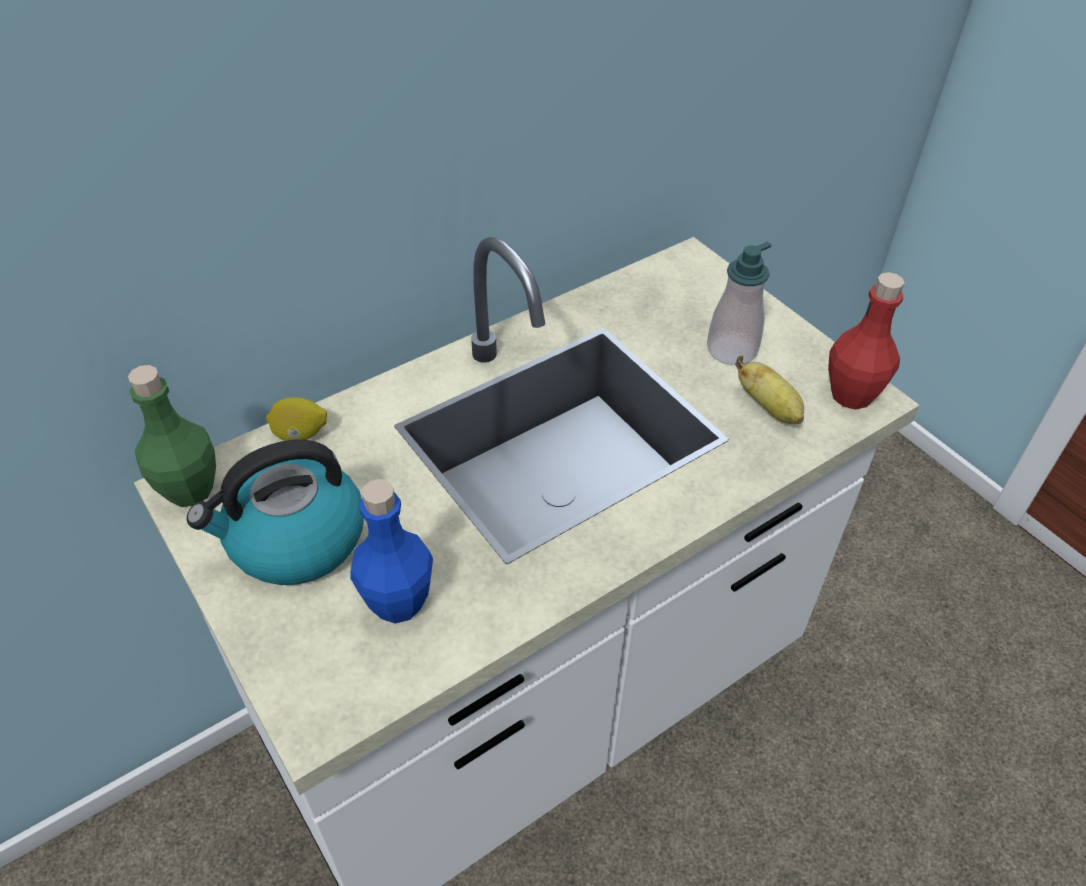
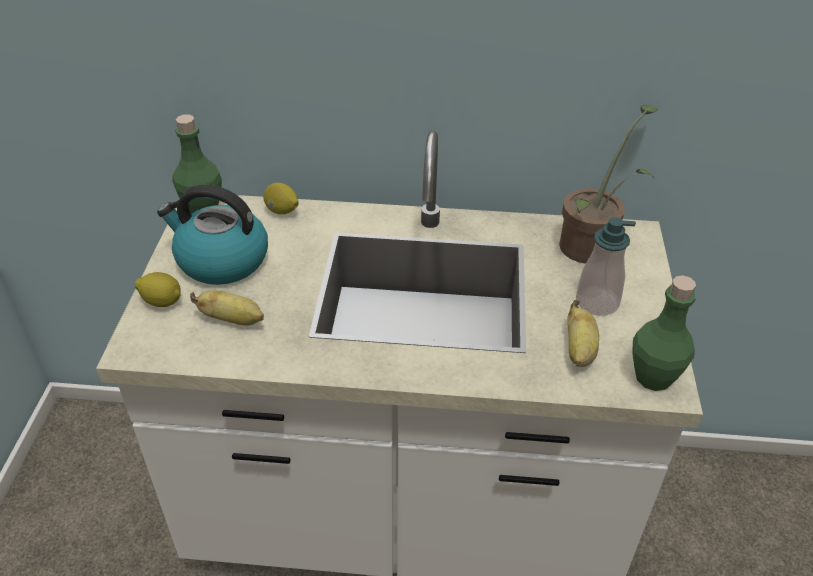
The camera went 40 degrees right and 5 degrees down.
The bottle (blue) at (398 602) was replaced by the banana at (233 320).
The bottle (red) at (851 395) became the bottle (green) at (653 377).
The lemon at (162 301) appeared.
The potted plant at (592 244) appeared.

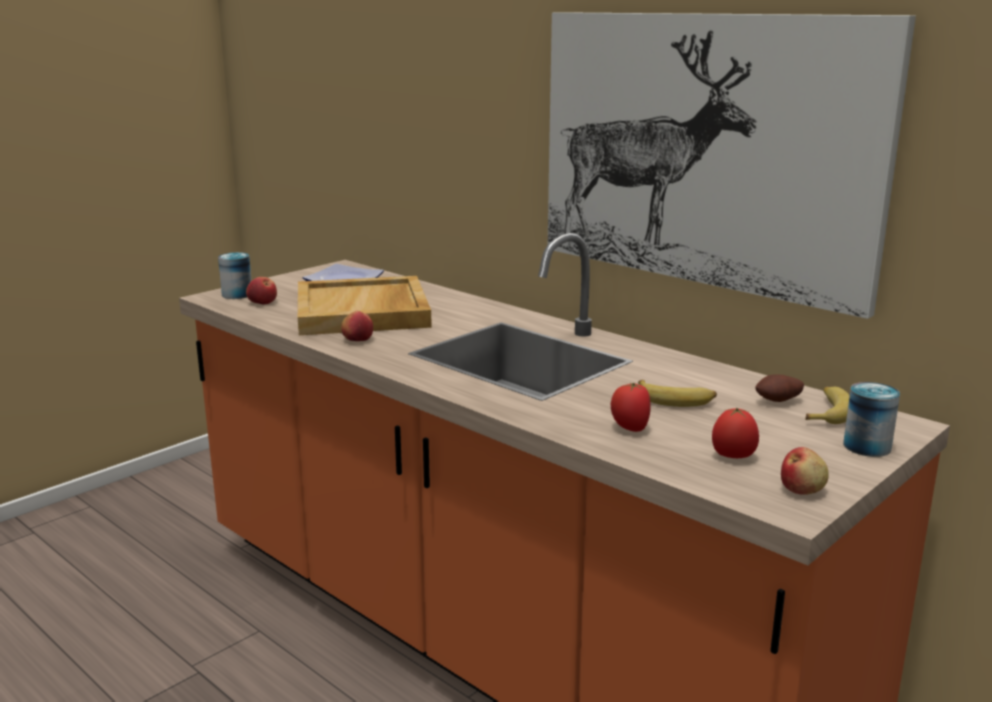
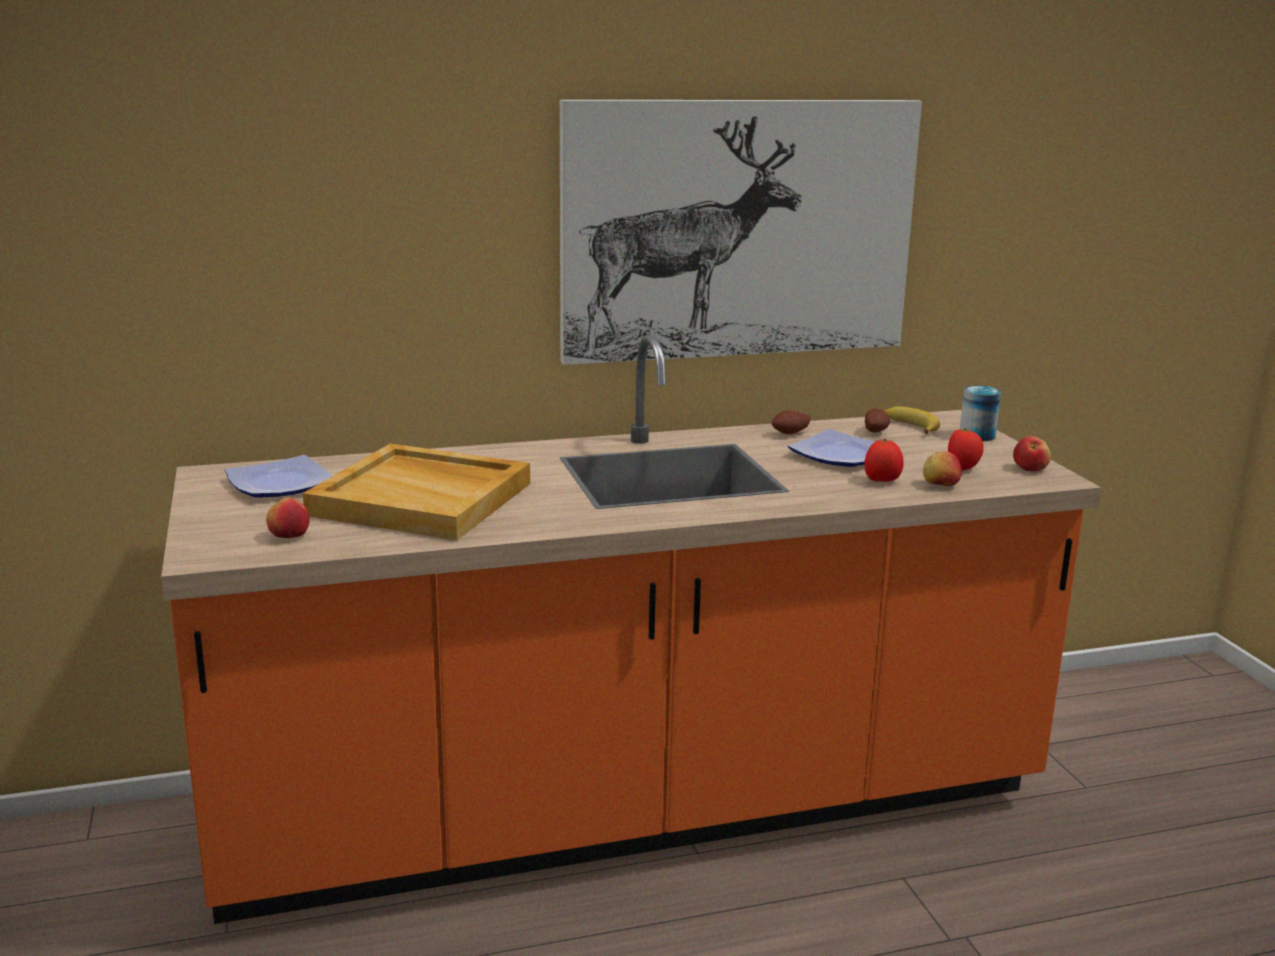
The camera went 60 degrees left and 0 degrees up.
The can at (237 294) disappeared.
The apple moved from (357 340) to (940 485).
The banana at (676 400) was replaced by the plate at (839 455).
The potato at (791 434) appeared.

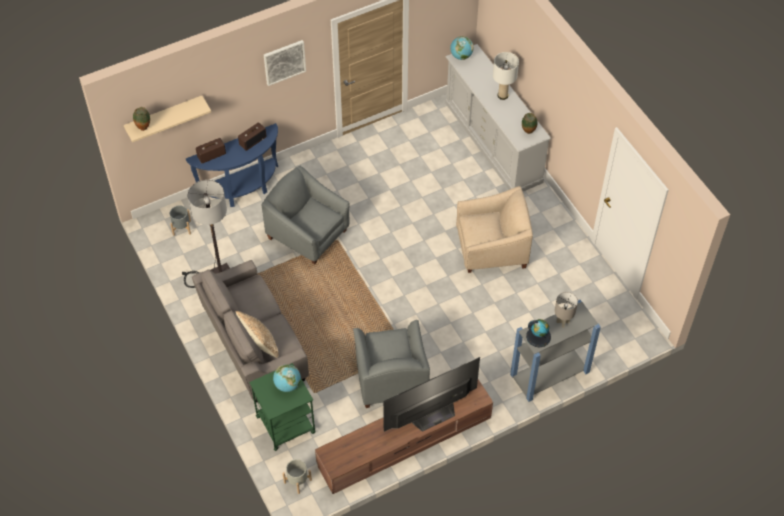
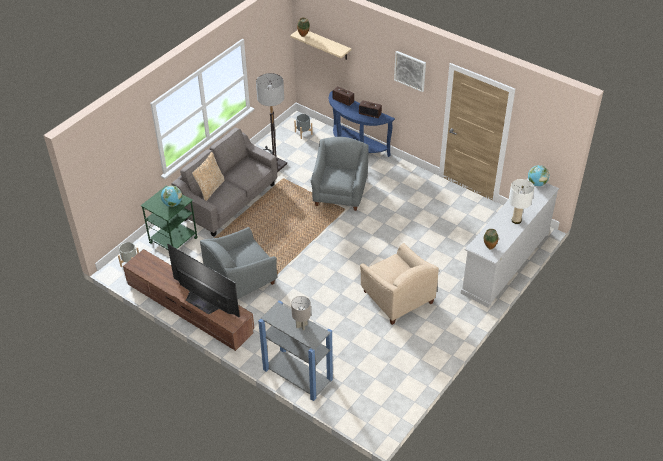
The camera went 65 degrees right and 10 degrees down.
The globe at (538 336) disappeared.

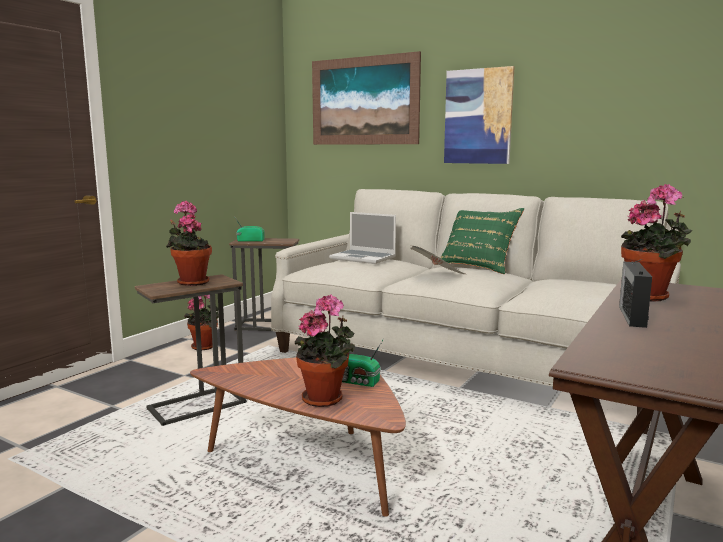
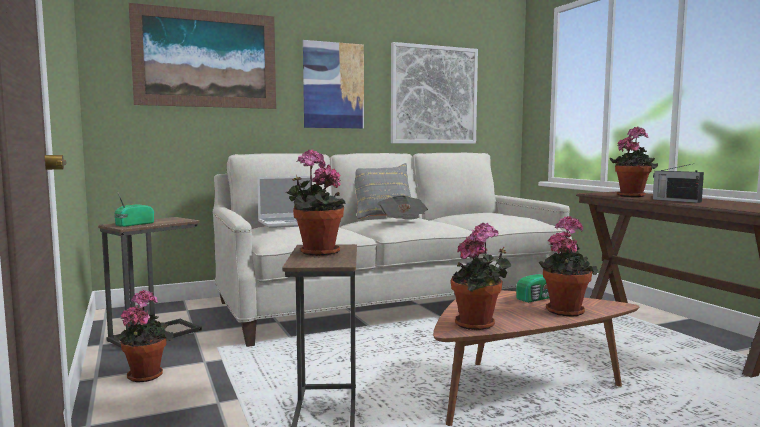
The camera went 55 degrees left and 5 degrees down.
The pillow (green) at (478 266) became the pillow (grey) at (383 216).
The picture at (434 95) appeared.
The potted plant at (478 325) appeared.

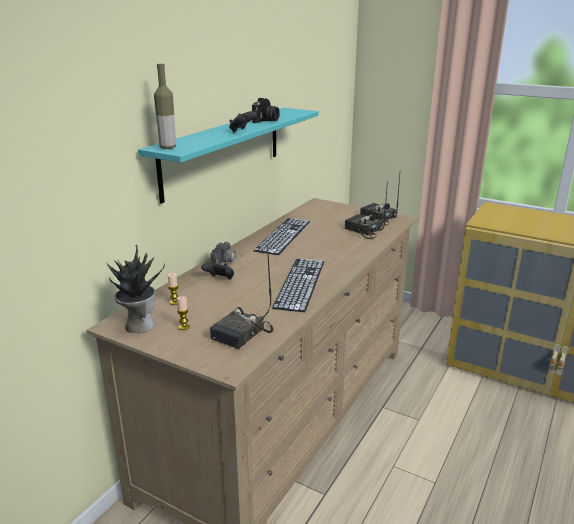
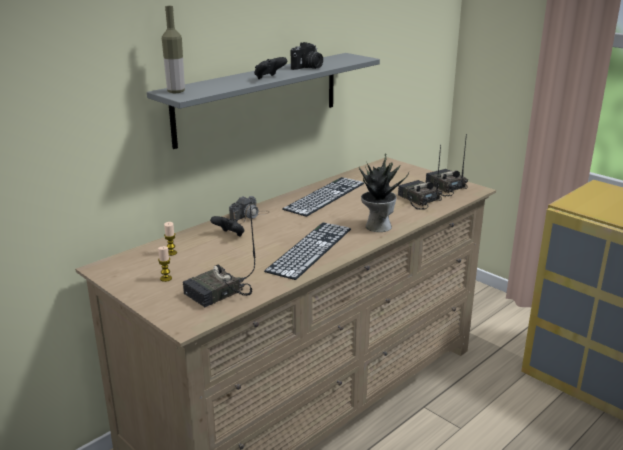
The camera went 15 degrees right and 0 degrees up.
The potted plant moved from (138 325) to (377 226).
The shelf (turquoise) at (223 151) became the shelf (grey) at (259 98).

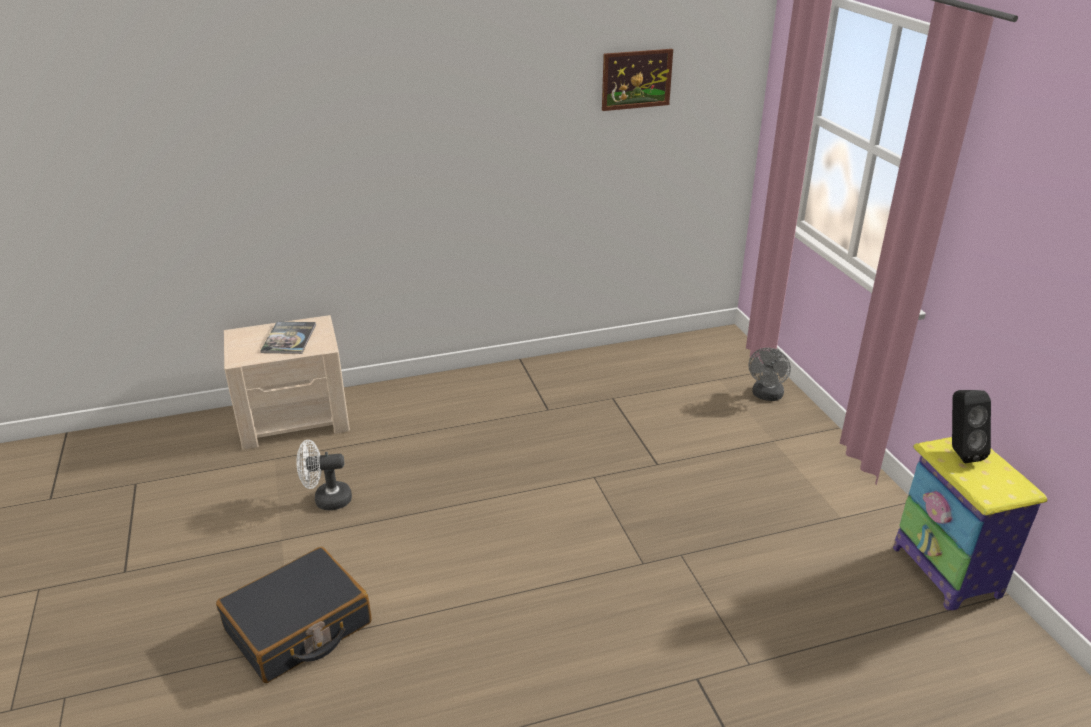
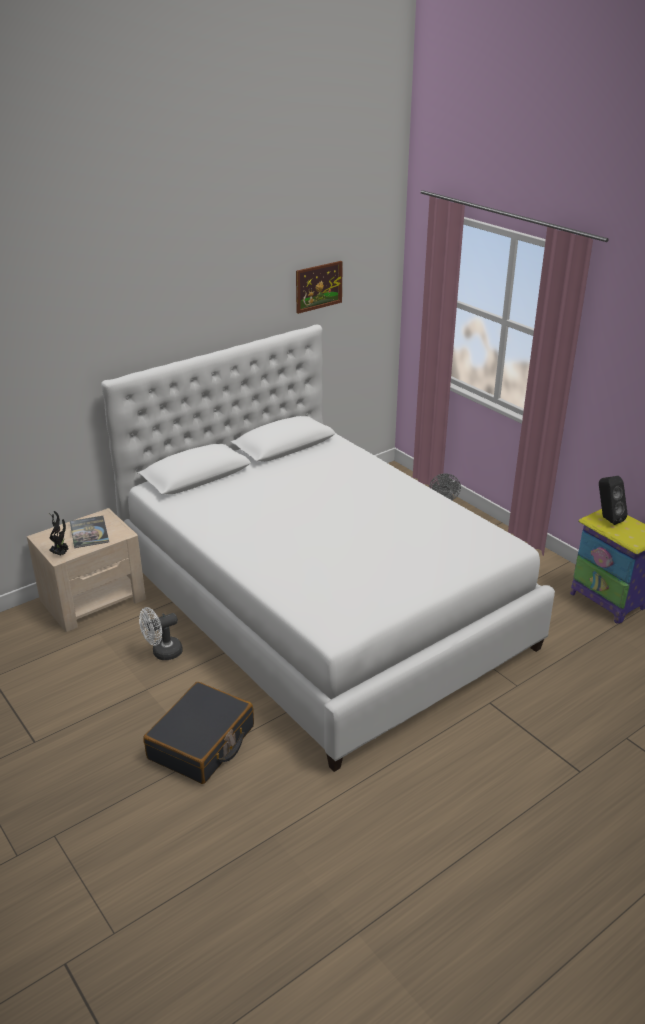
The camera went 20 degrees left and 0 degrees up.
The potted plant at (61 554) appeared.
The bed (white) at (322 605) appeared.

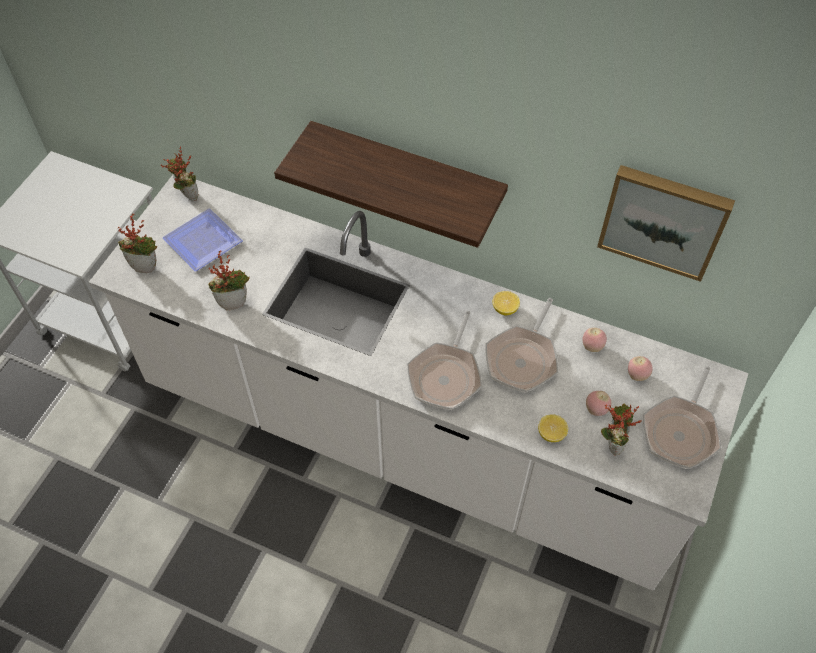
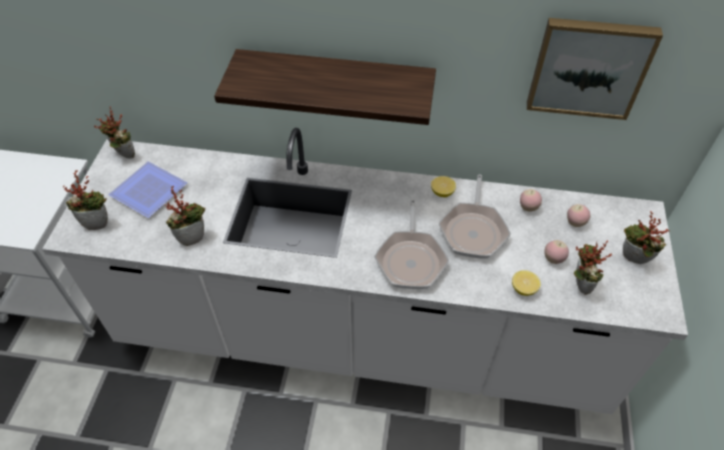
The camera went 15 degrees left and 5 degrees down.
The frying pan at (681 431) was replaced by the potted plant at (631 260).

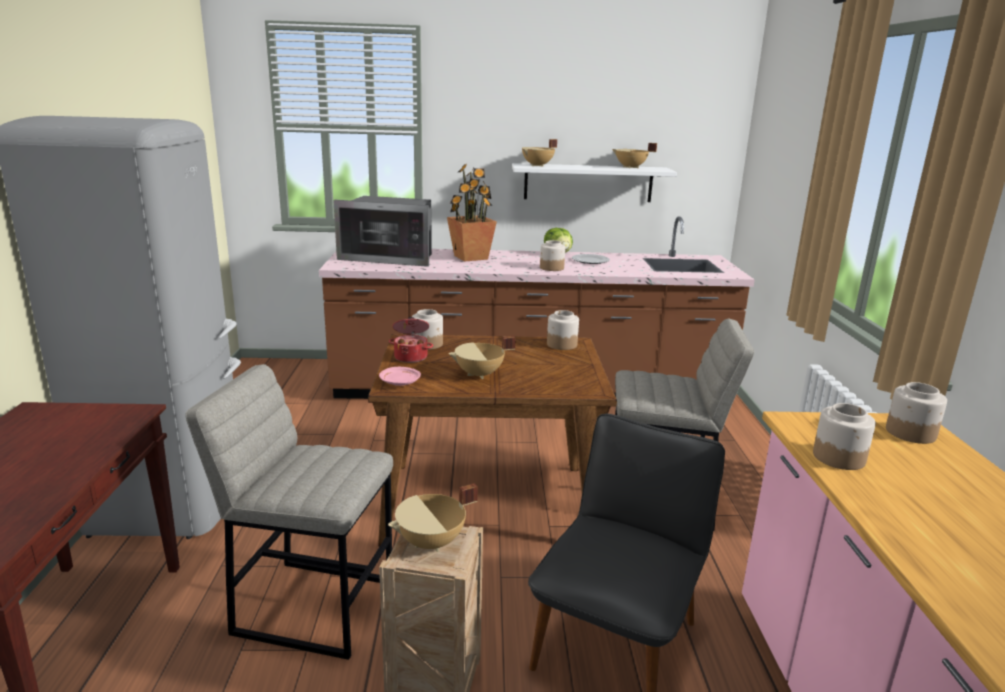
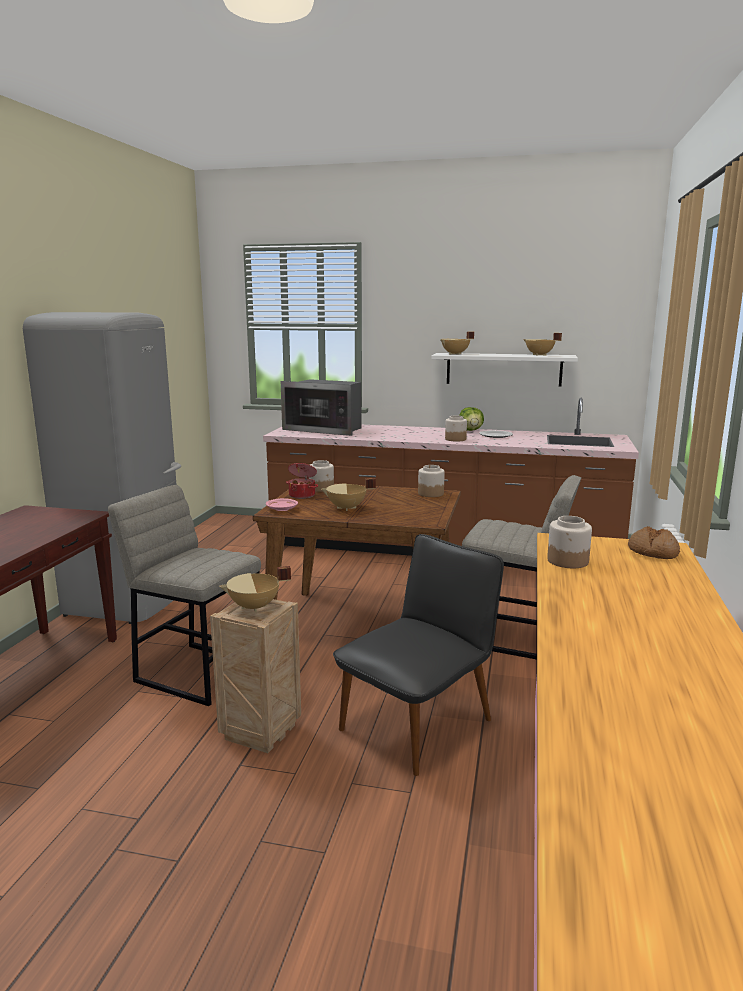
The camera went 15 degrees right and 5 degrees down.
The potted plant at (471 257) disappeared.
The jar at (910 433) was replaced by the bread at (652 552).

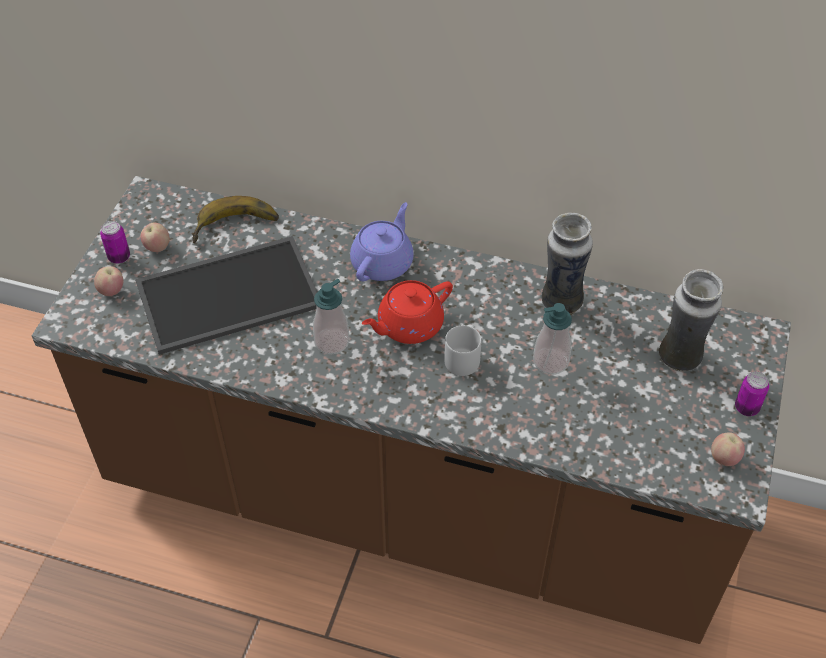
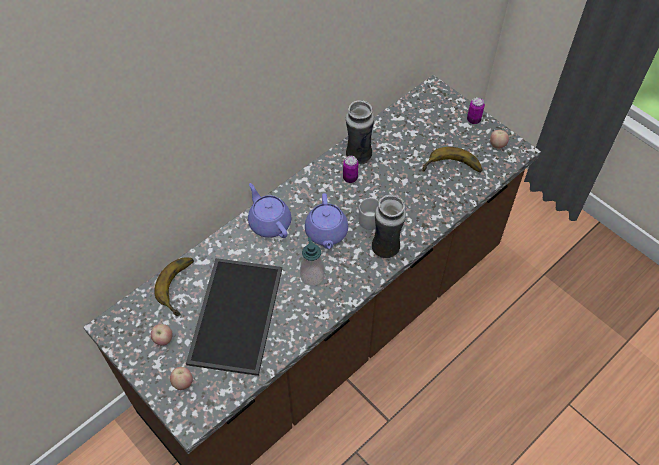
The camera went 60 degrees left and 5 degrees up.
The can moved from (119 257) to (350 178).
The teapot (red) at (408 325) became the teapot (purple) at (326 233).
The soap dispenser at (550 361) disappeared.
The vase moved from (679 359) to (386 249).
The banana at (452 169) appeared.

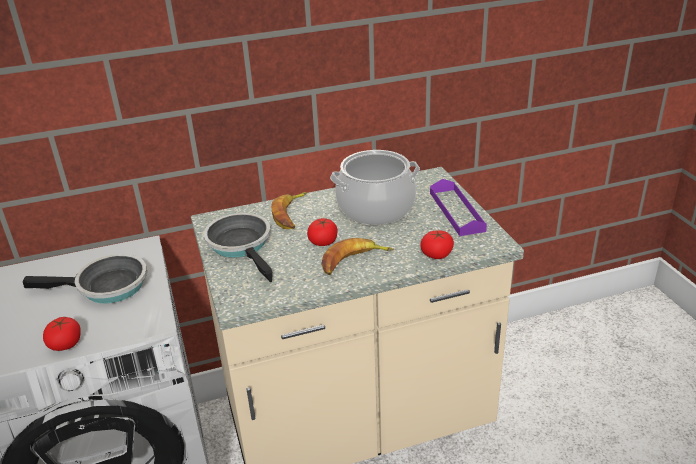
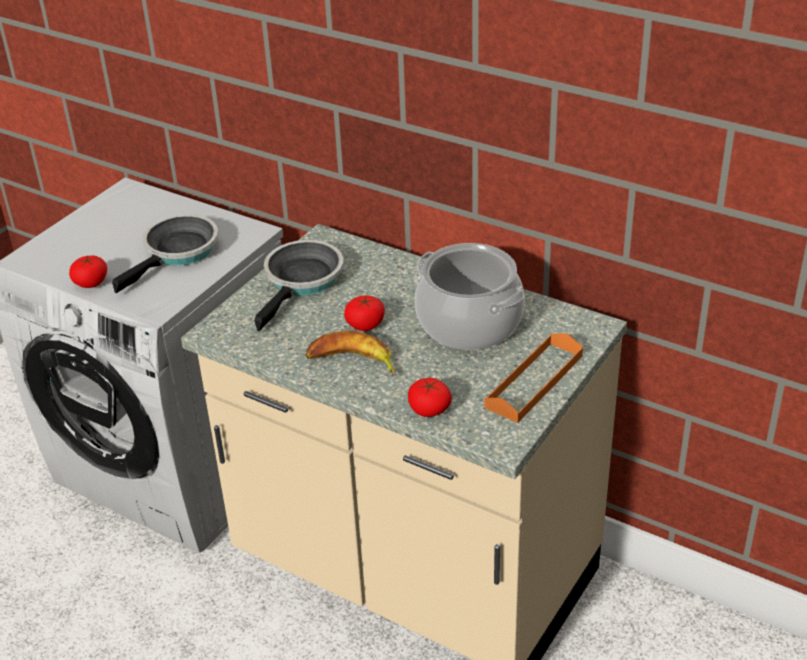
The camera went 50 degrees right and 5 degrees up.
The frying pan at (106 287) turned 105 degrees counterclockwise.
The banana at (291 214) disappeared.
The tray (purple) at (456 211) became the tray (orange) at (534 381).

